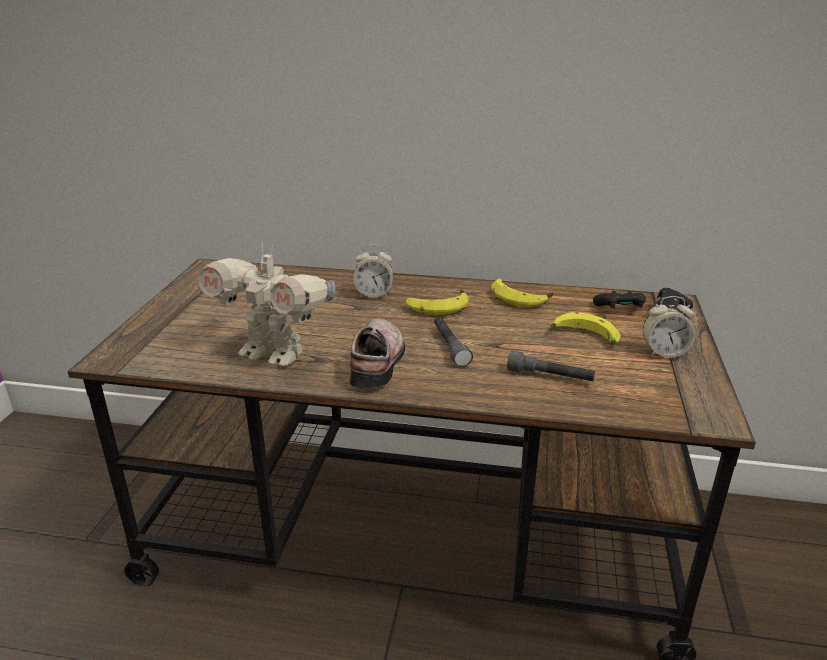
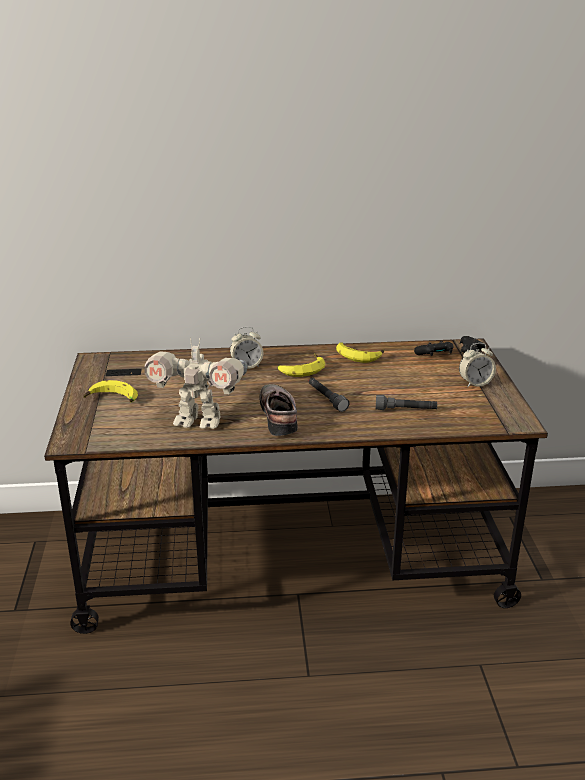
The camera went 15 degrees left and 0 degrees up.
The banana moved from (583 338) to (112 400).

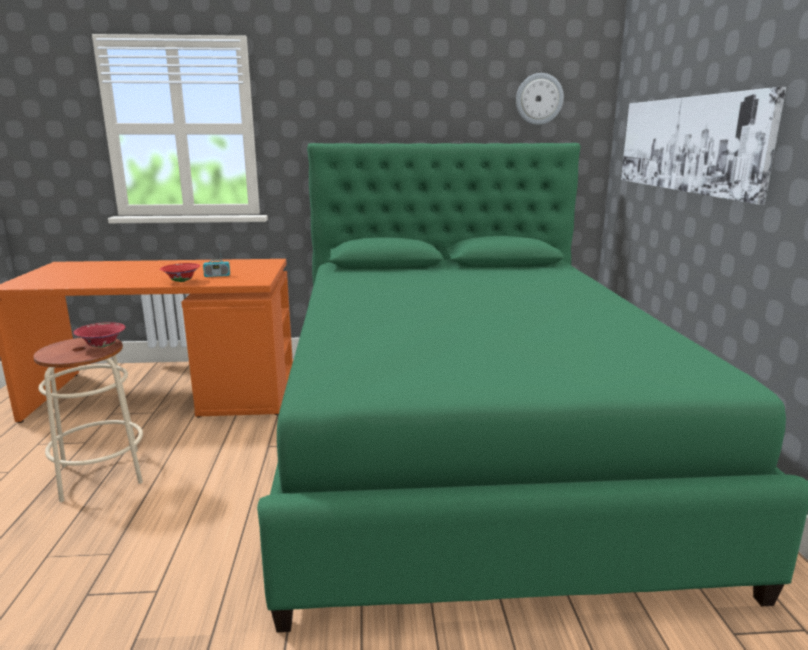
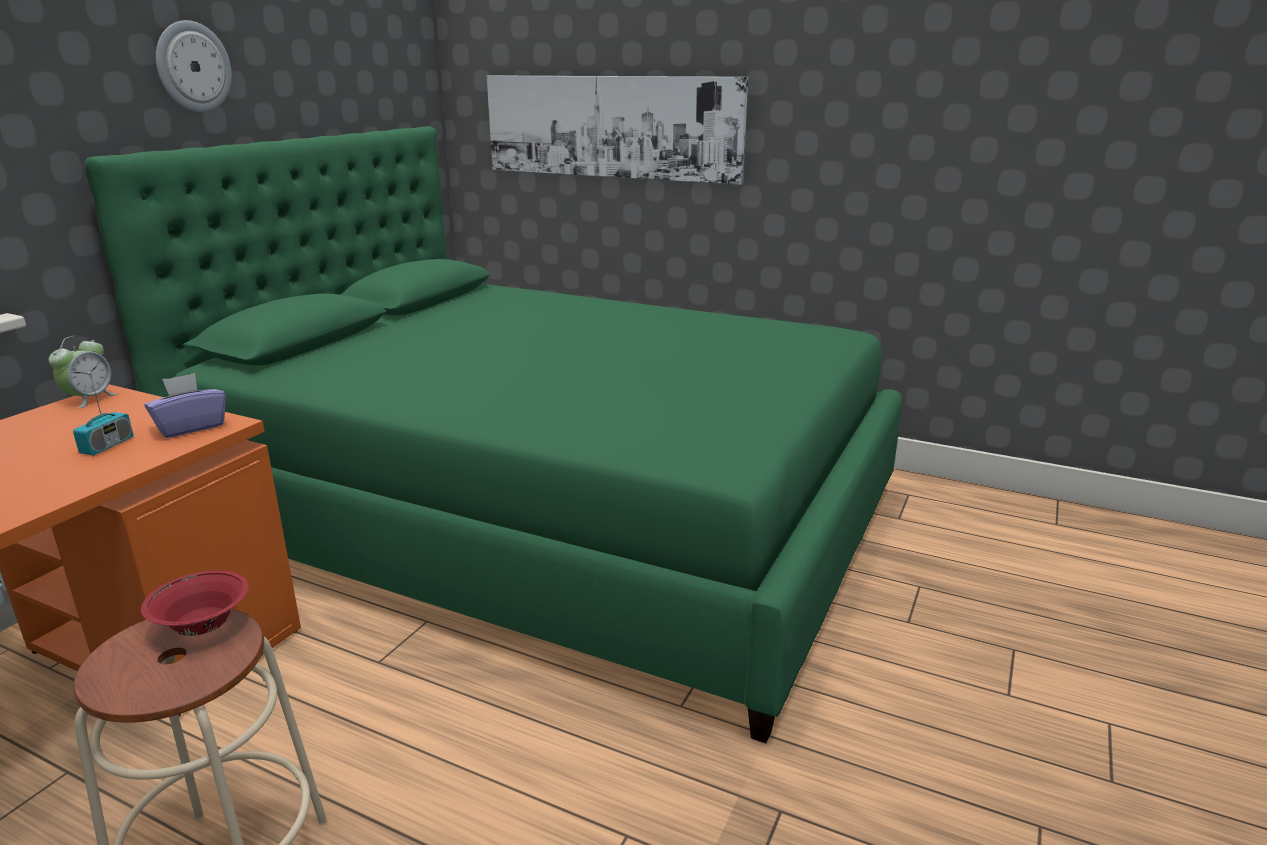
The camera went 60 degrees left and 5 degrees up.
The bowl (red) at (182 281) disappeared.
The wall clock moved from (539 99) to (192 67).
The alarm clock at (89 399) appeared.
The tissue box (purple) at (190 427) appeared.

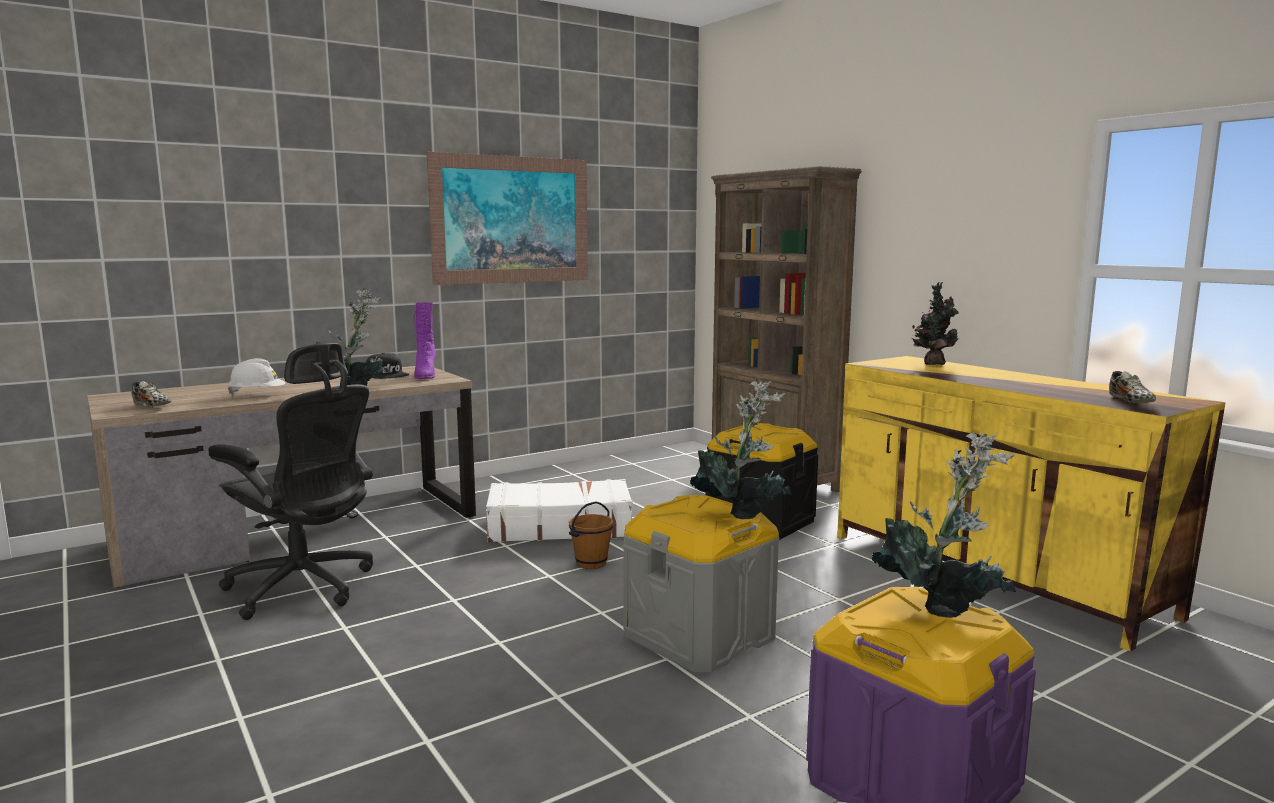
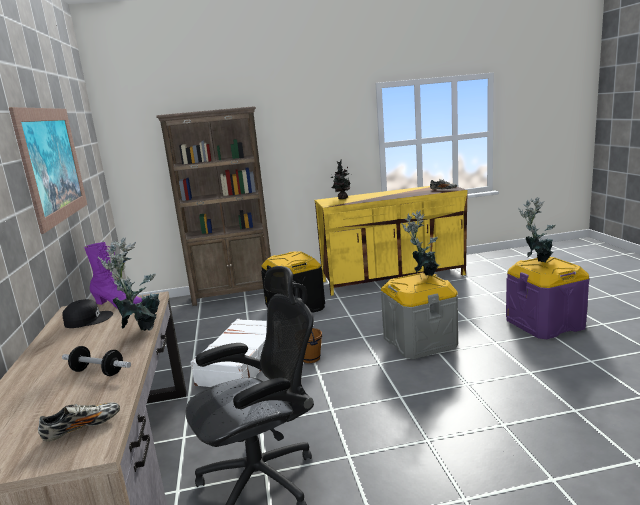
The camera went 65 degrees left and 5 degrees up.
The hard hat (white) at (257 394) was replaced by the dumbbell at (98 372).

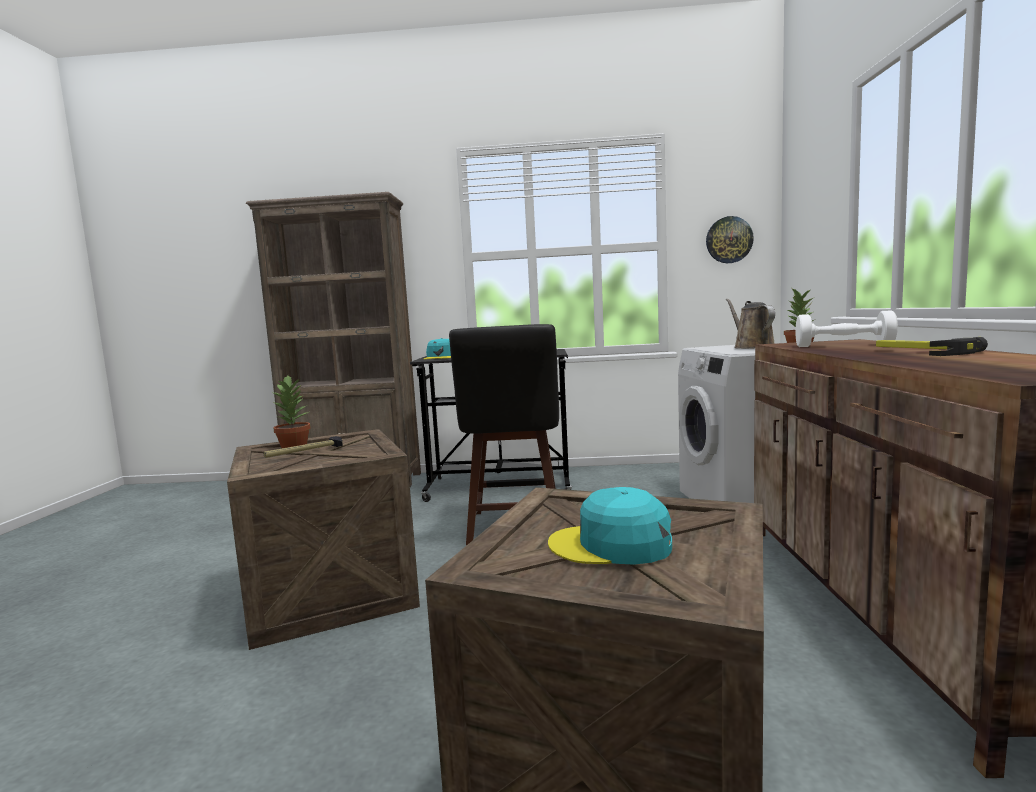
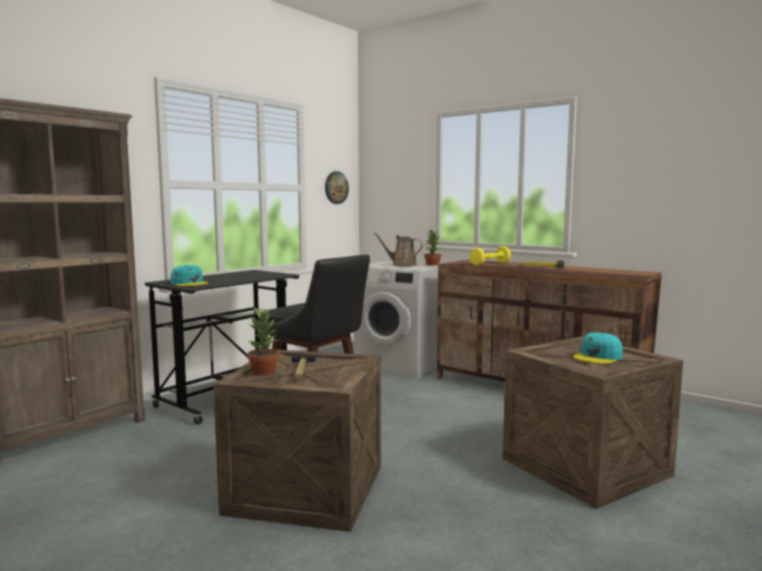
The camera went 55 degrees left and 0 degrees up.
The dumbbell (white) at (843 345) became the dumbbell (yellow) at (490 264).

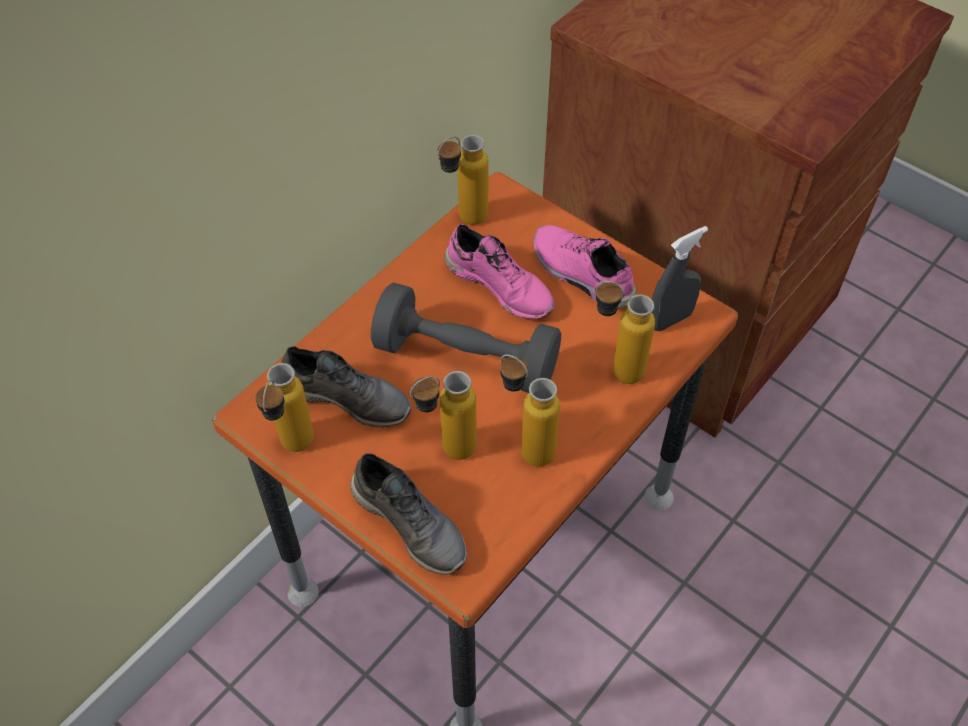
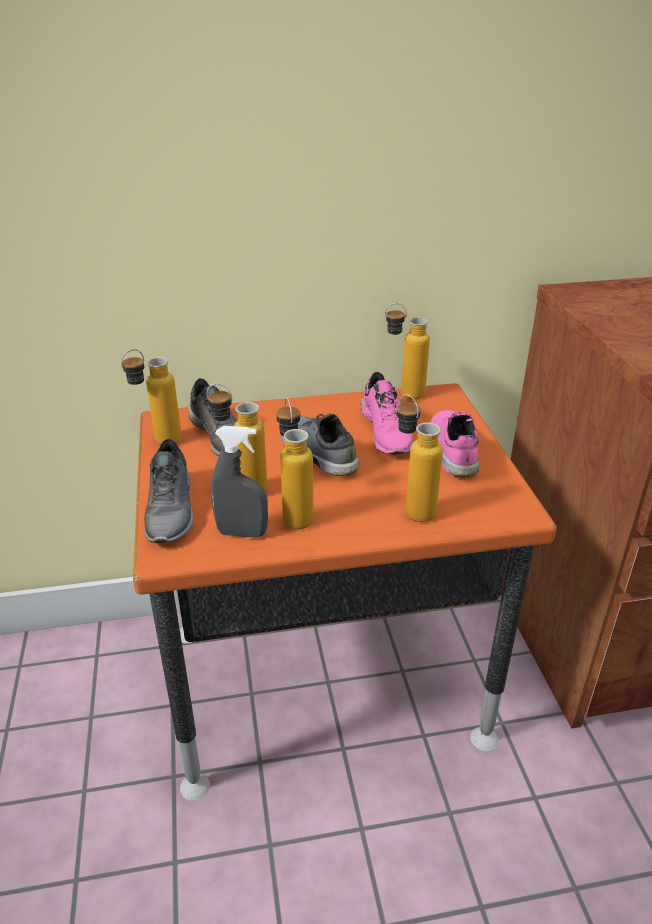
The camera went 40 degrees right and 20 degrees down.
The dumbbell (grey) at (466 359) was replaced by the shoe (grey) at (316 454).
The spray bottle (grey) moved from (670 320) to (242 533).

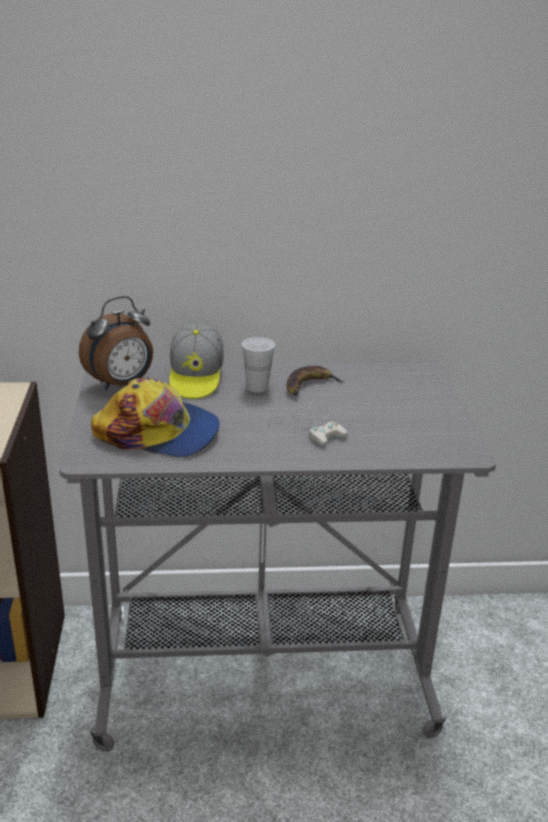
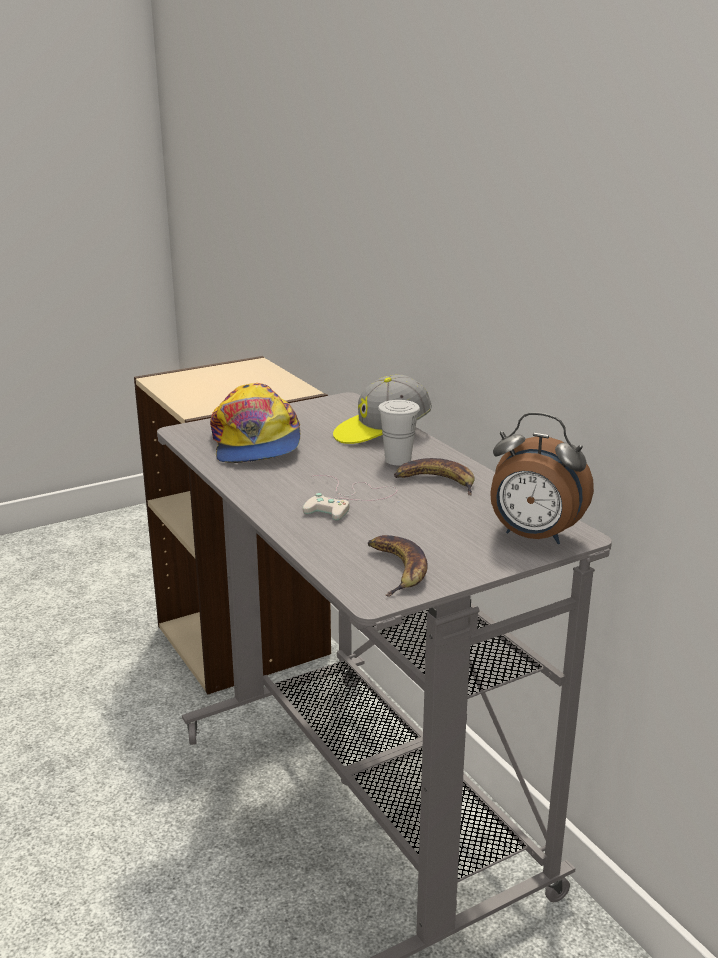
The camera went 65 degrees right and 5 degrees down.
The alarm clock moved from (121 384) to (533 537).
The banana at (396 569) appeared.

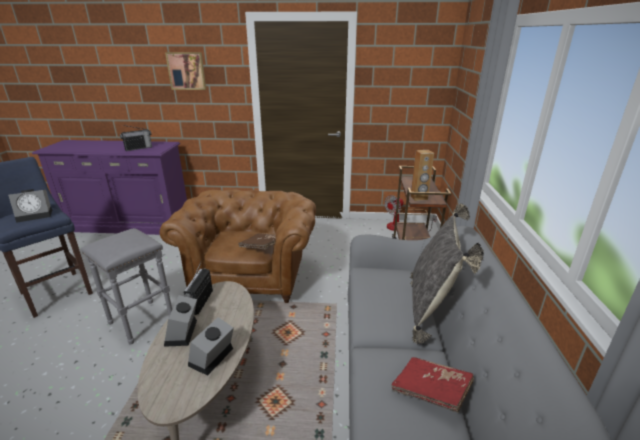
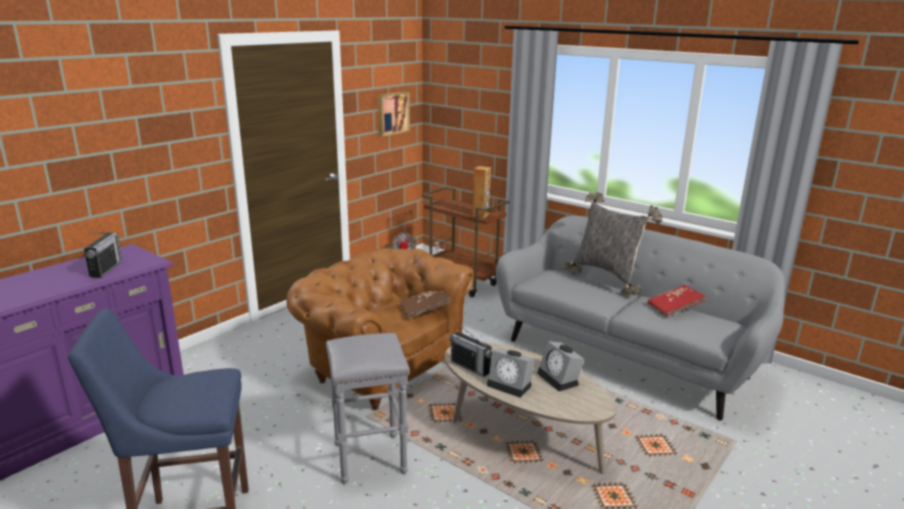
The camera went 55 degrees left and 5 degrees down.
The alarm clock at (36 215) disappeared.
The picture moved from (187 71) to (392 113).

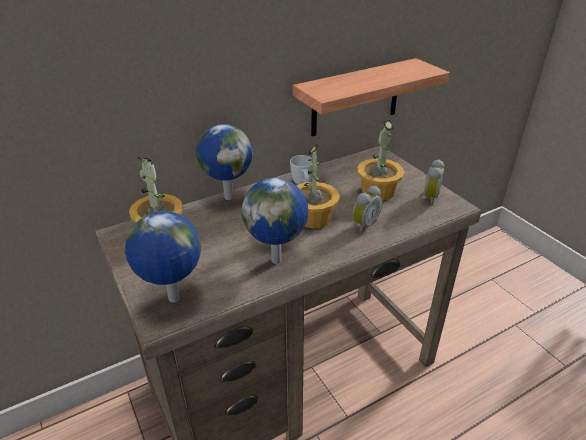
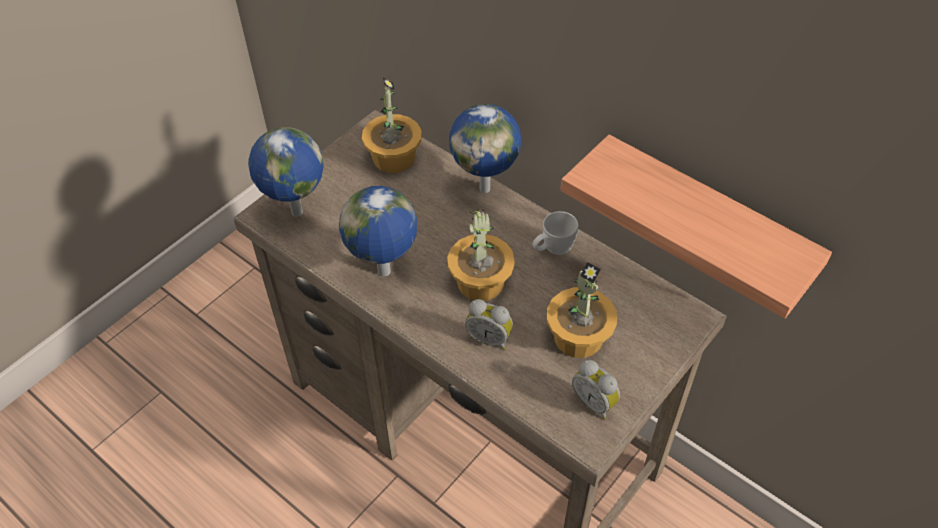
The camera went 70 degrees right and 15 degrees up.
The alarm clock at (429 197) turned 45 degrees clockwise.

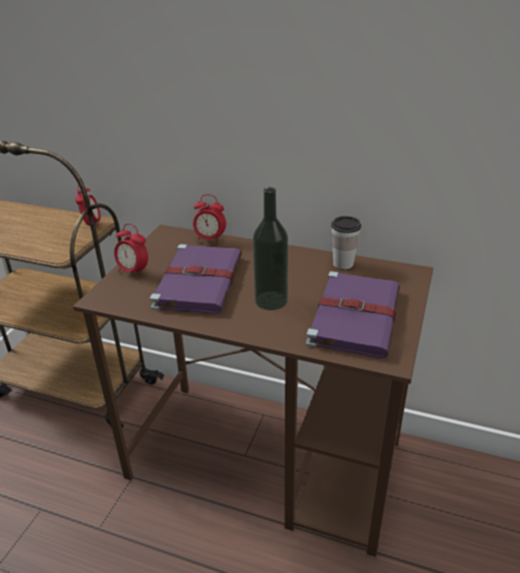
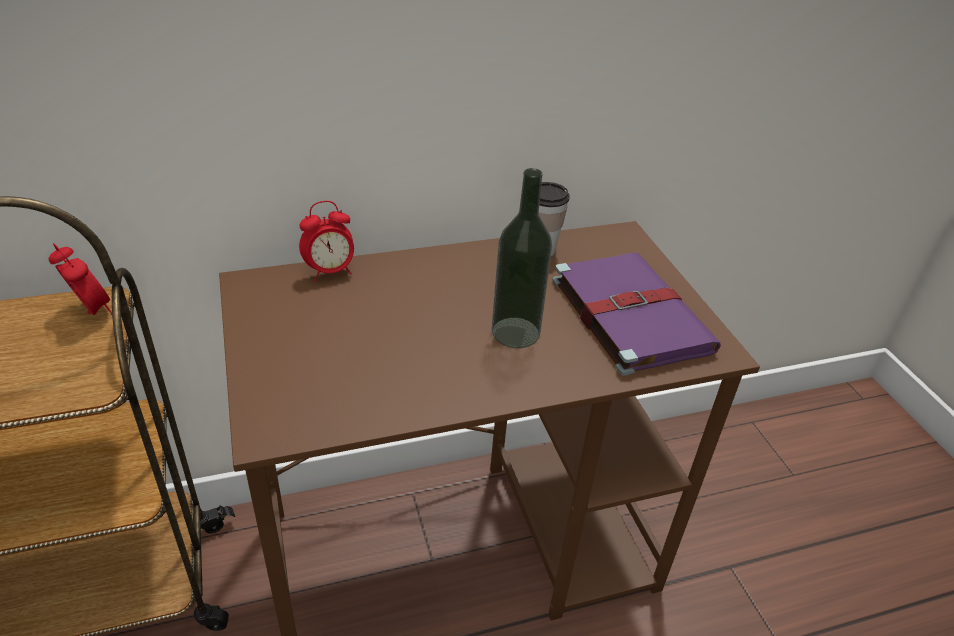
The camera went 40 degrees left and 5 degrees up.
The alarm clock at (133 271) disappeared.
The book (purple) at (199 280) disappeared.

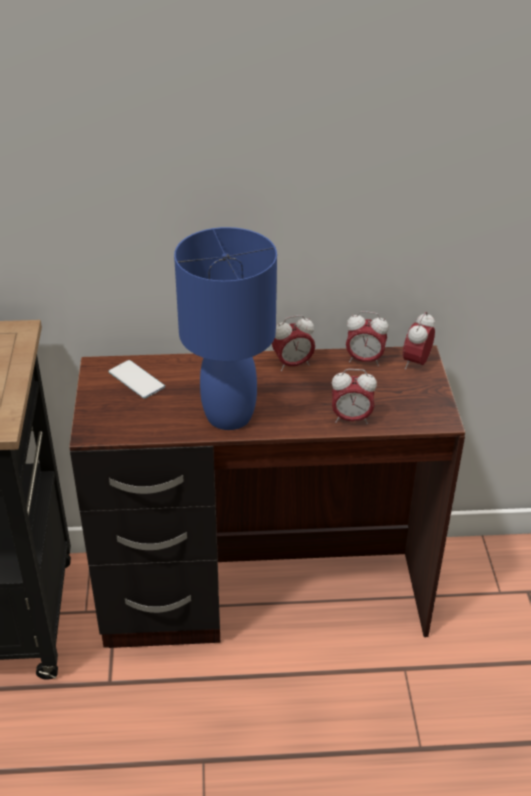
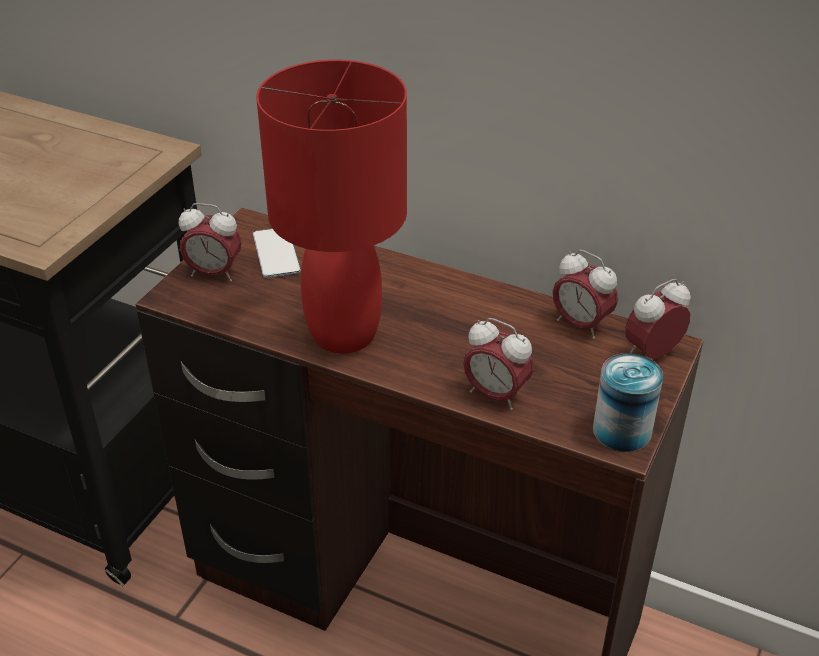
The camera went 30 degrees right and 0 degrees up.
The table lamp (blue) at (228 416) became the table lamp (red) at (342 334).
The alarm clock moved from (292 364) to (214 273).
The can at (622 431) appeared.

